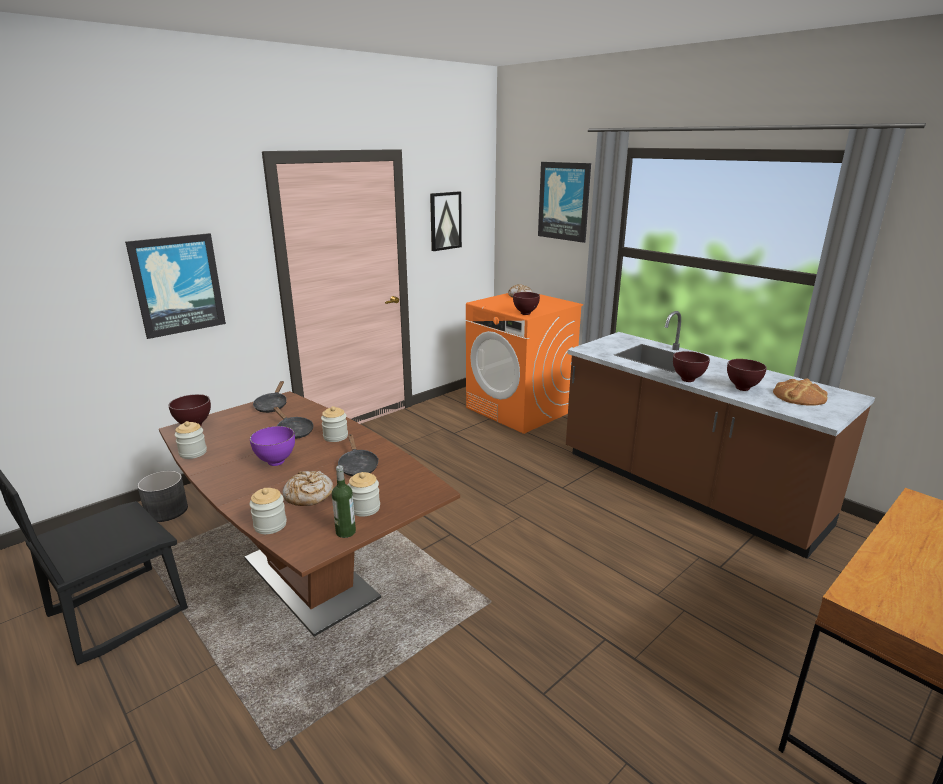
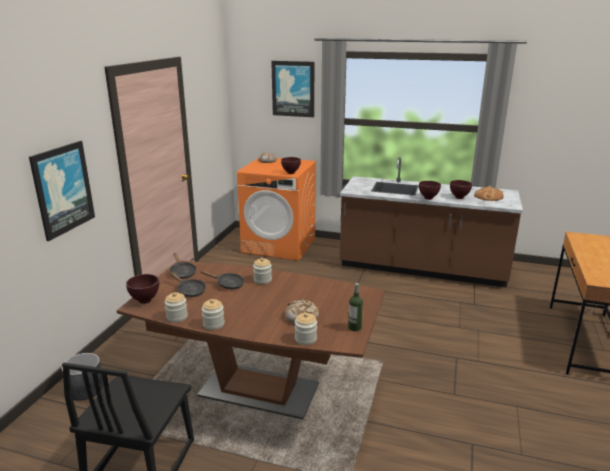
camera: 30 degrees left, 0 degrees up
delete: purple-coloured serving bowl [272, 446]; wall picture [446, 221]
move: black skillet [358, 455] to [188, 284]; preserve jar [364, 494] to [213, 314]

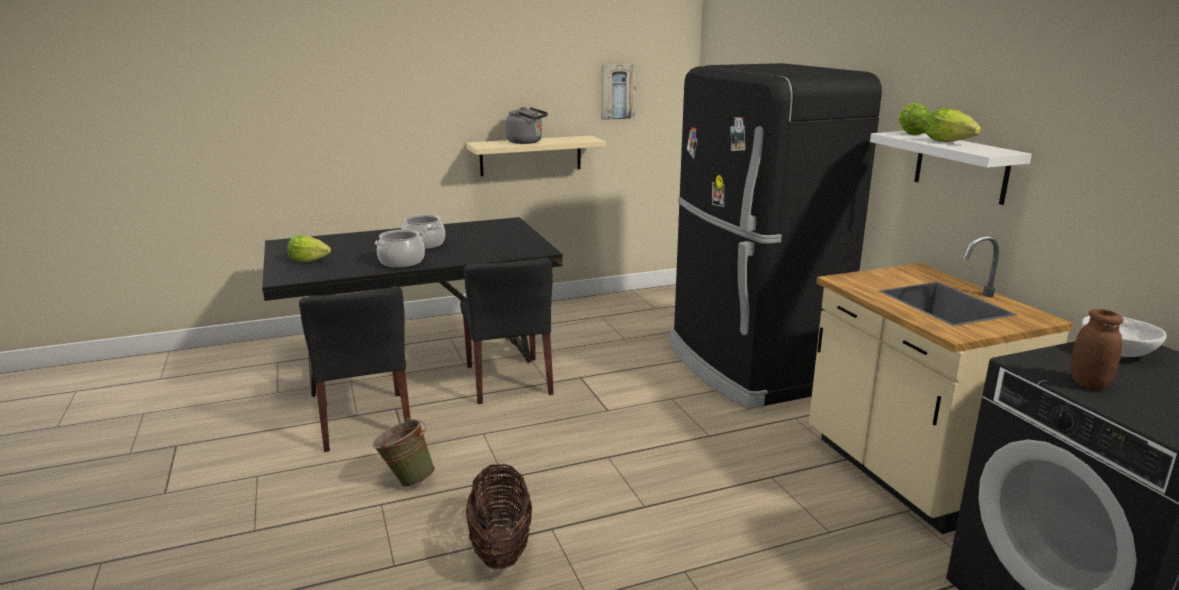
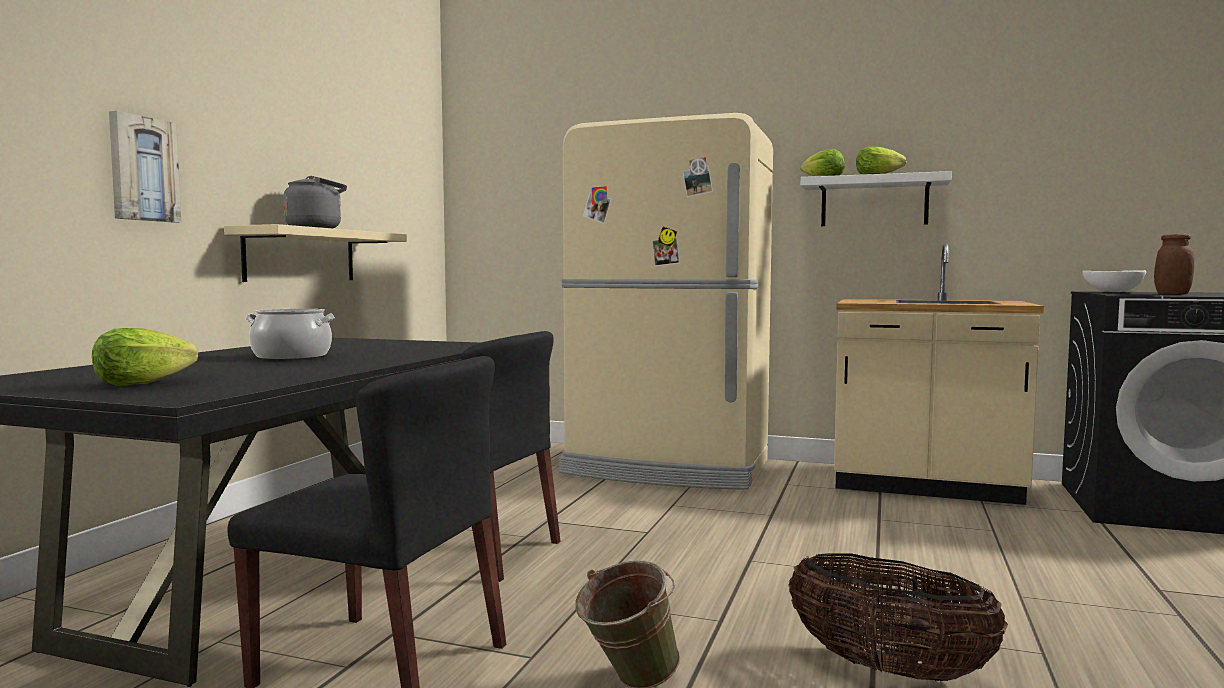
camera: 50 degrees left, 15 degrees down
delete: stockpot [400, 248]
move: wall picture [618, 92] to [145, 167]
recolor: black refrigerator [775, 236] to beige refrigerator [666, 301]

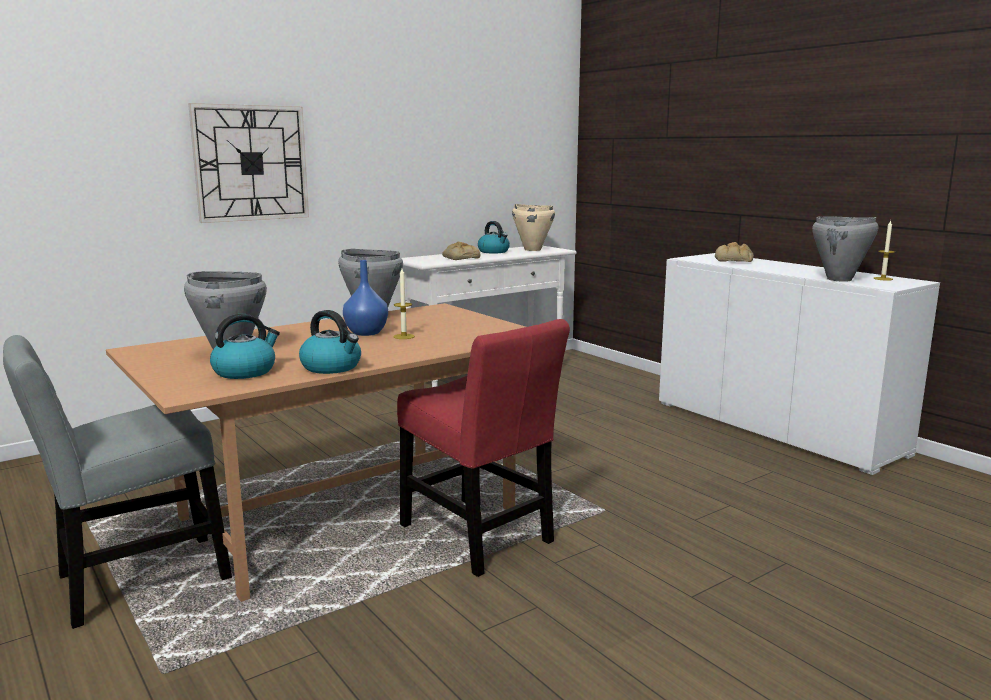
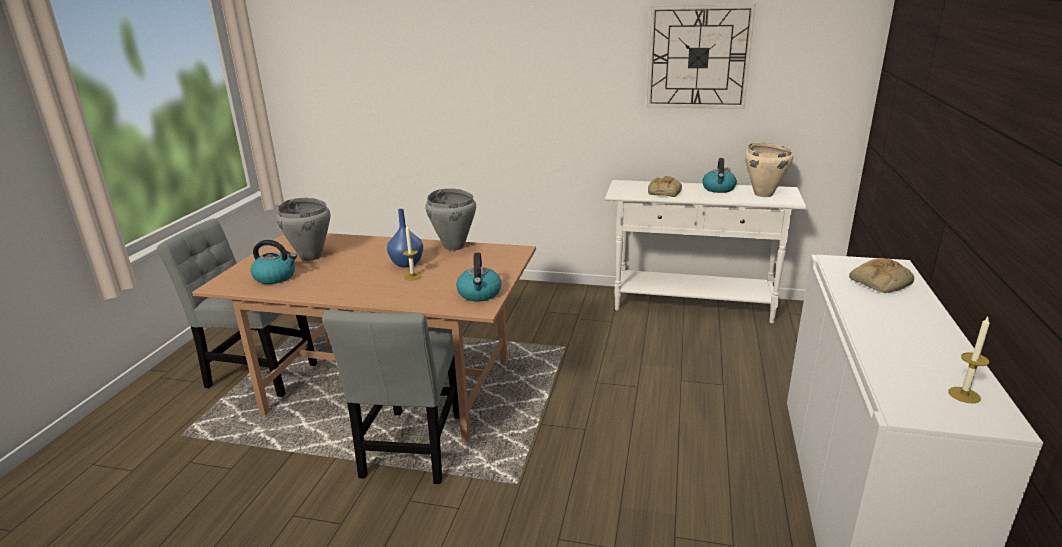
camera: 50 degrees right, 10 degrees up
delete: greyish stockpot [845, 249]
move: tea kettle [330, 342] to [479, 277]; clock on the wall [248, 163] to [701, 56]
recolor: red-coloured plain chair [483, 448] to greyish plain chair [391, 397]

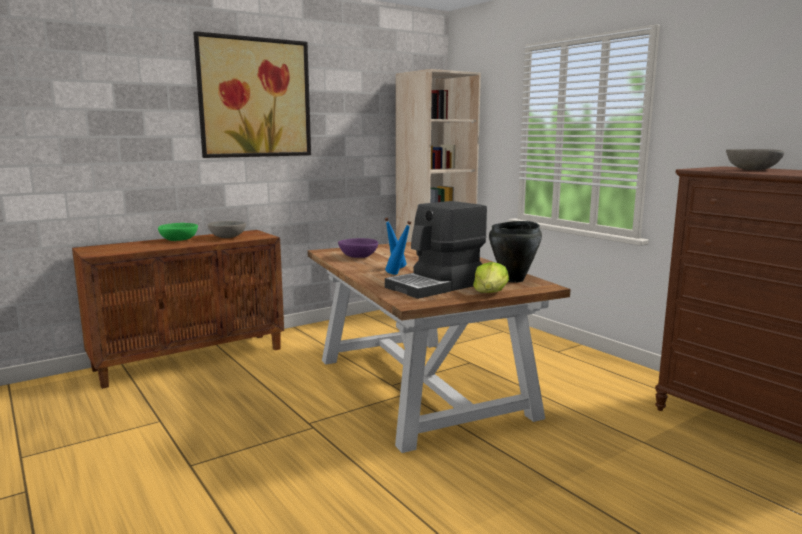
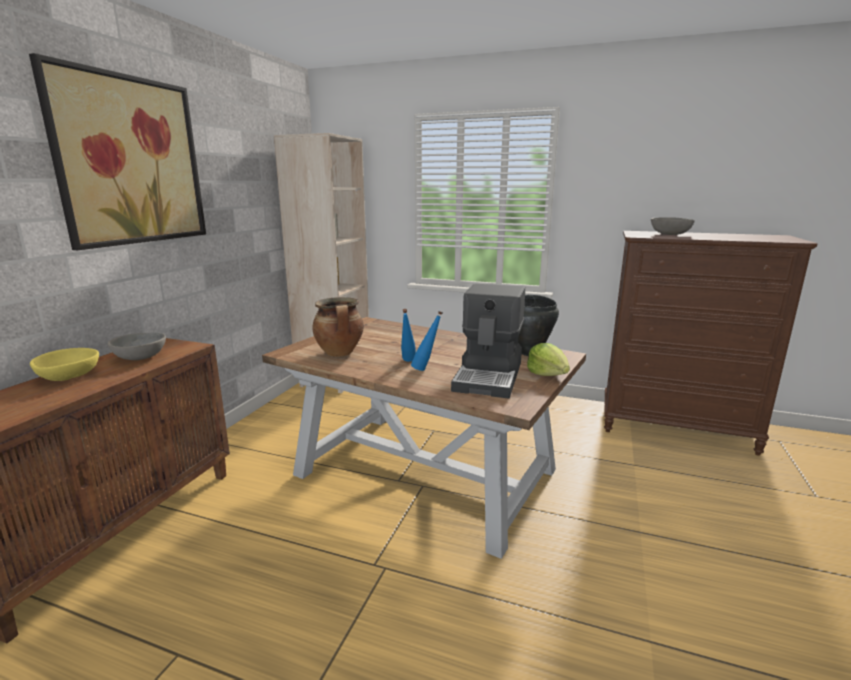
camera: 35 degrees left, 5 degrees up
replace: purple-coloured serving bowl [358, 248] to stockpot [338, 327]
recolor: green serving bowl [178, 232] to yellow serving bowl [64, 364]

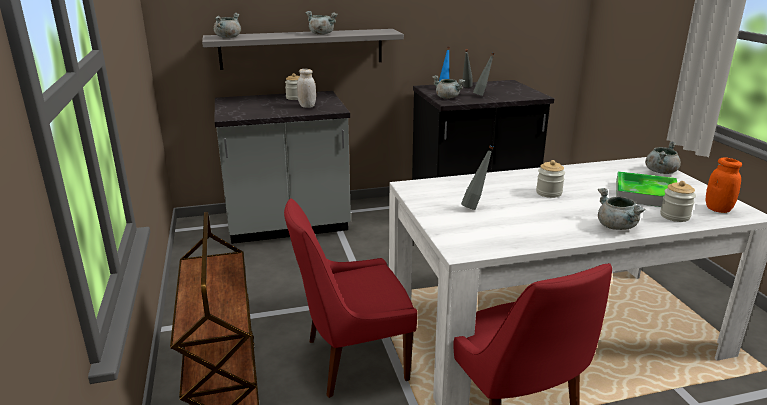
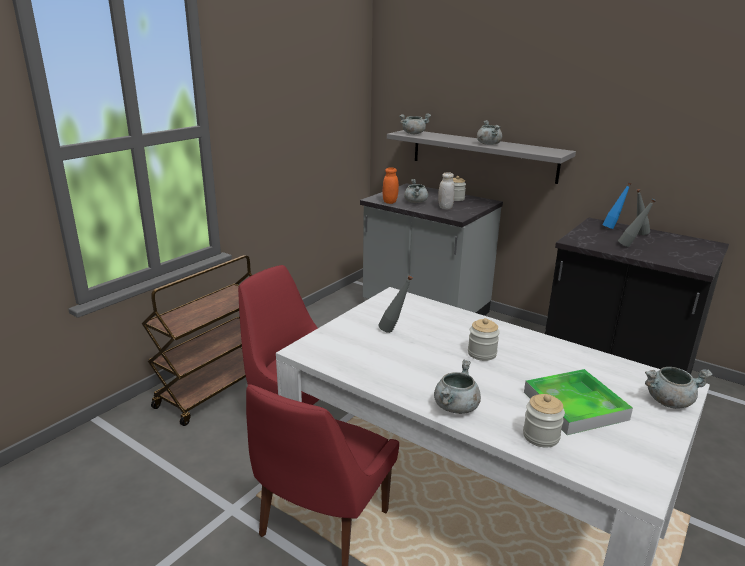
camera: 50 degrees right, 0 degrees up
move: orange-coloured preserve jar [724, 185] to [391, 185]; greyish stockpot [448, 87] to [416, 191]

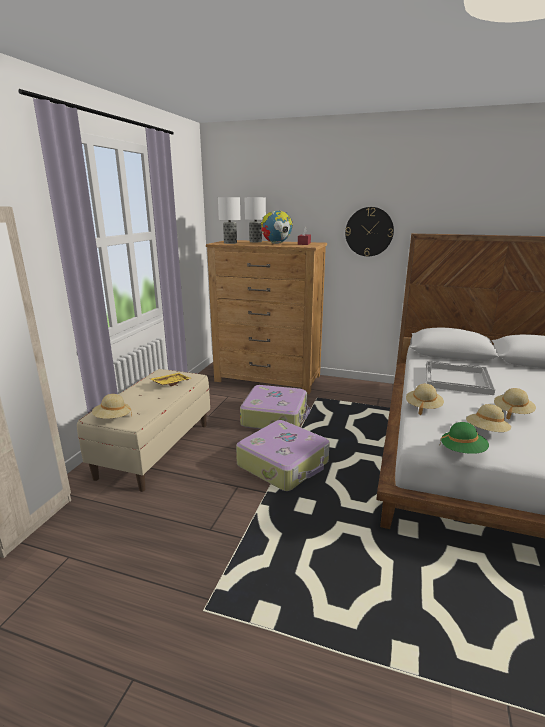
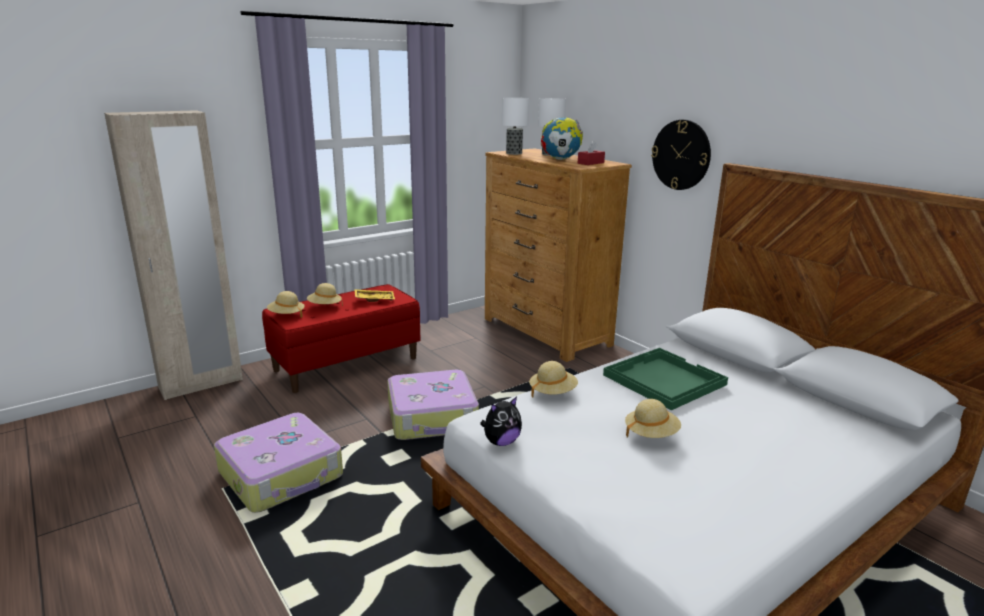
camera: 35 degrees right, 0 degrees up
move: piece of luggage [275, 407] to [278, 463]; beige hat [488, 418] to [325, 294]
replace: green hat [464, 438] to soft toy [501, 421]
recolor: beige long seat [143, 430] to red-coloured long seat [341, 338]; white-coloured carrying tray [460, 378] to green carrying tray [665, 379]

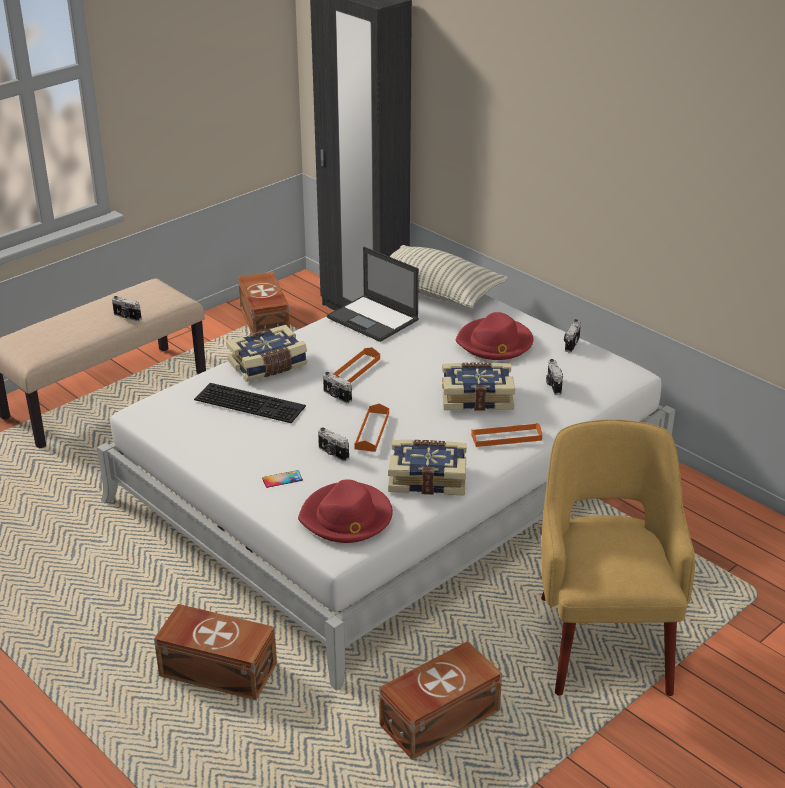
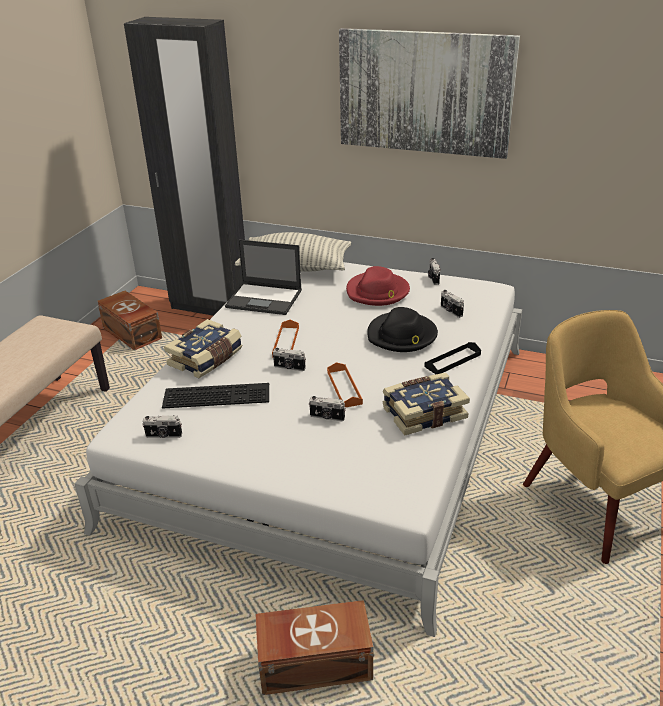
camera: 25 degrees left, 0 degrees up
delete: telephone [282, 479]; red-coloured hat [345, 511]; brownish storage bin [440, 700]
insert: wall picture [429, 93]
move: still camera [127, 308] to [162, 426]
replace: book [478, 386] to black hat [402, 329]
recolor: orange-coloured carrying tray [506, 435] to black carrying tray [452, 358]

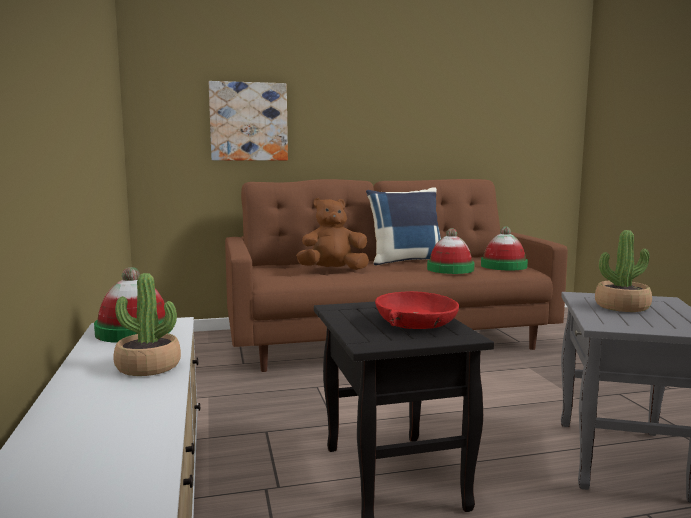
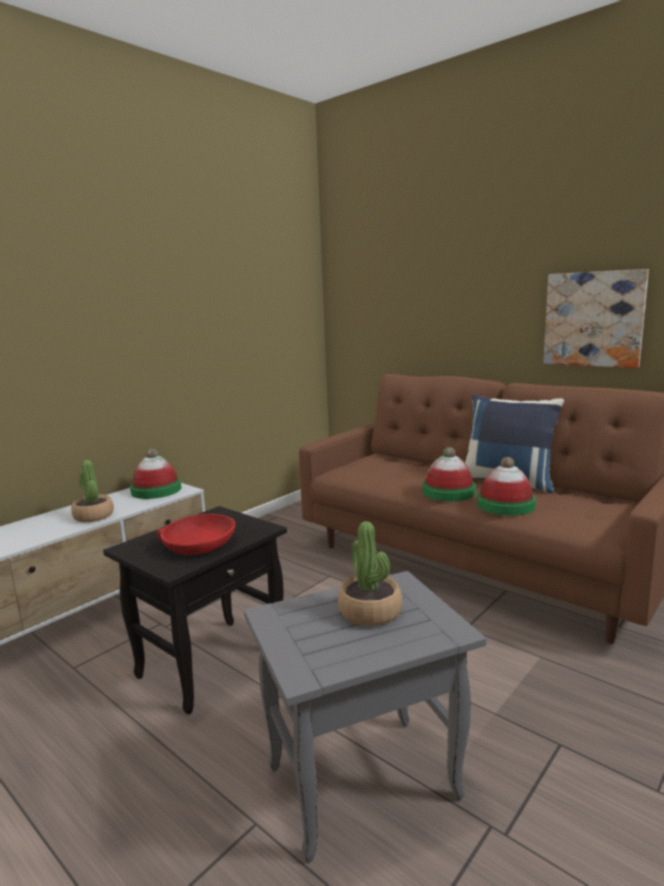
camera: 55 degrees right, 5 degrees up
delete: brownish soft toy [332, 234]
move: hat [504, 248] to [449, 474]; wall picture [248, 121] to [596, 318]

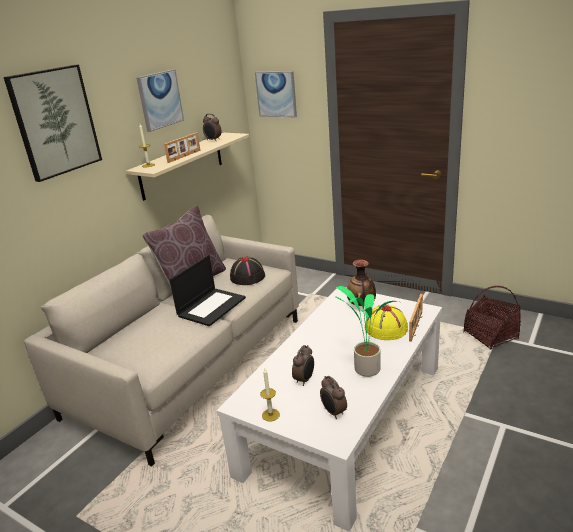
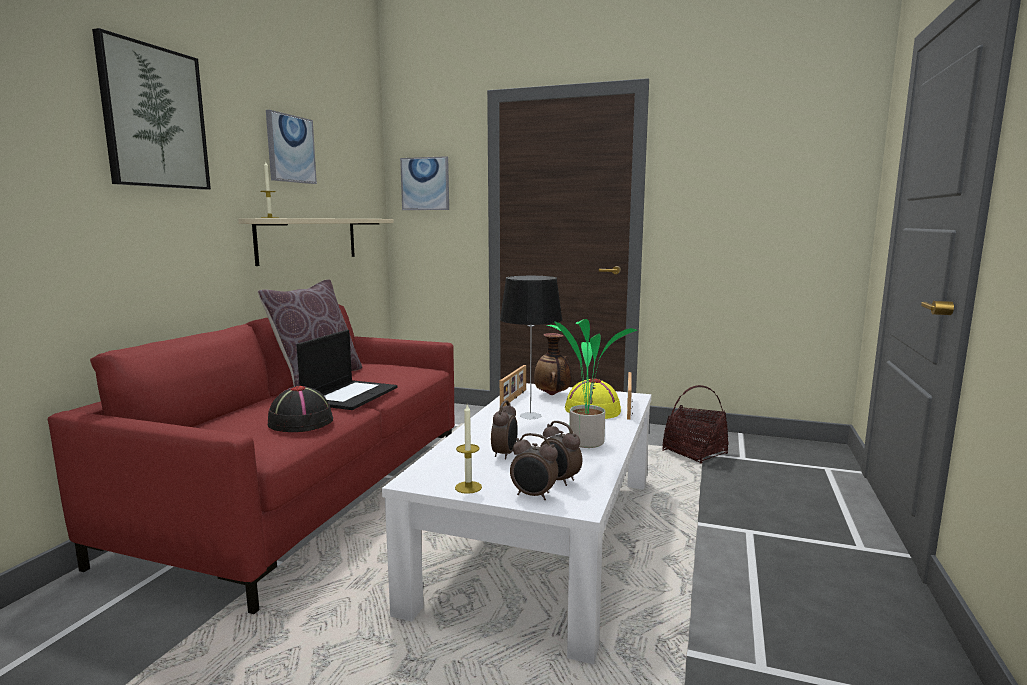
camera: 15 degrees left, 15 degrees down
insert: table lamp [531, 348]
move: black hat [247, 271] to [300, 409]; photo frame [182, 148] to [513, 386]; alarm clock [212, 127] to [534, 466]
recolor: beige sofa [161, 340] to red-coloured sofa [251, 459]

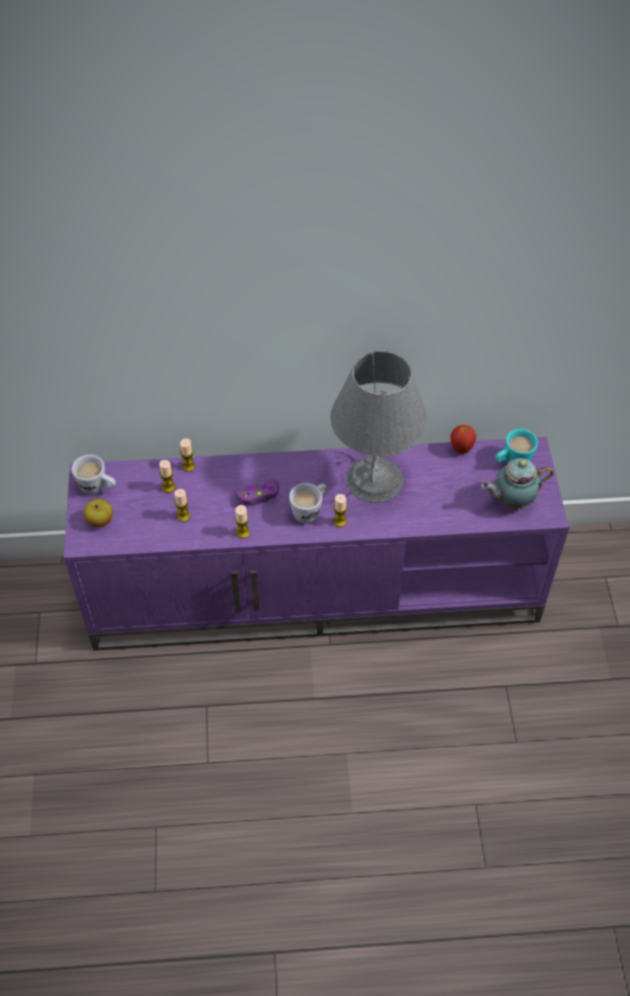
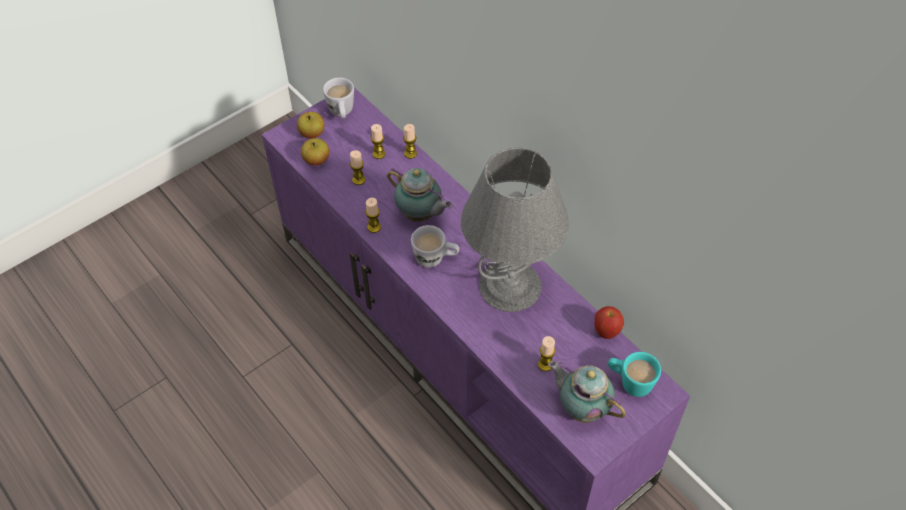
camera: 55 degrees right, 0 degrees up
insert: whole apple [315, 152]
move: wax light [340, 510] to [546, 353]
replace: purple-coloured joypad [256, 492] to teapot [419, 194]

